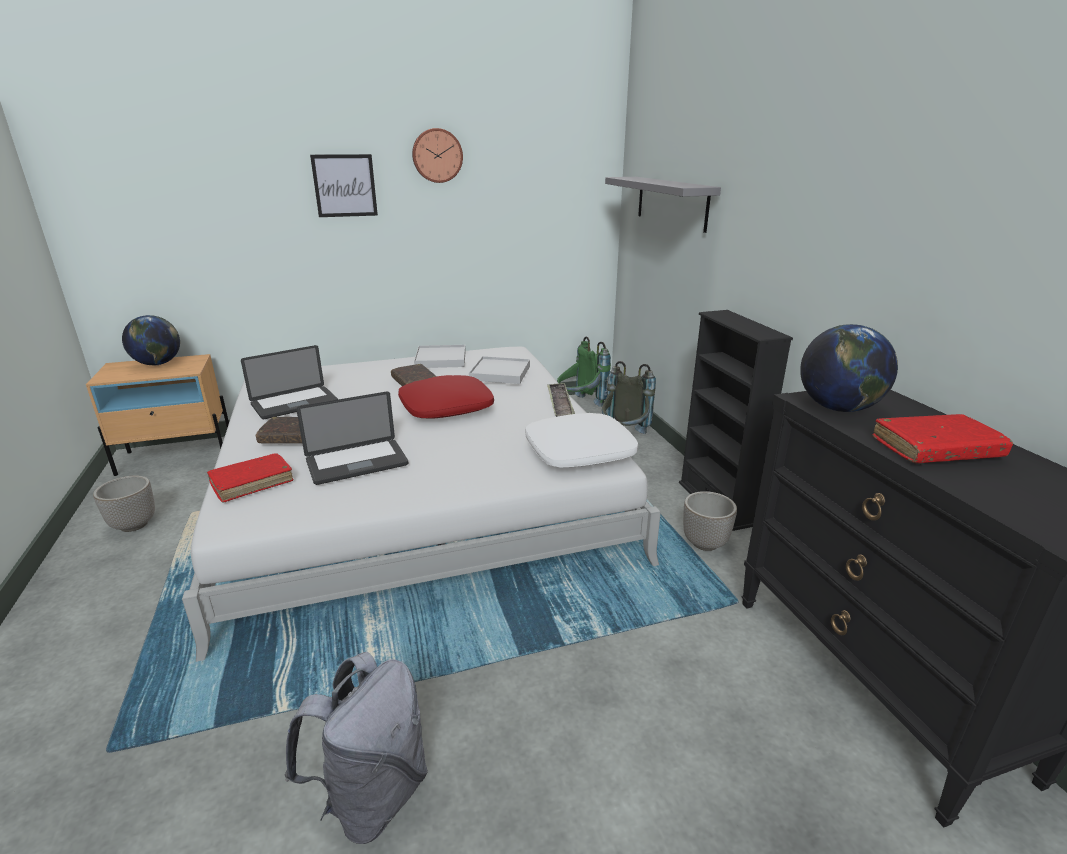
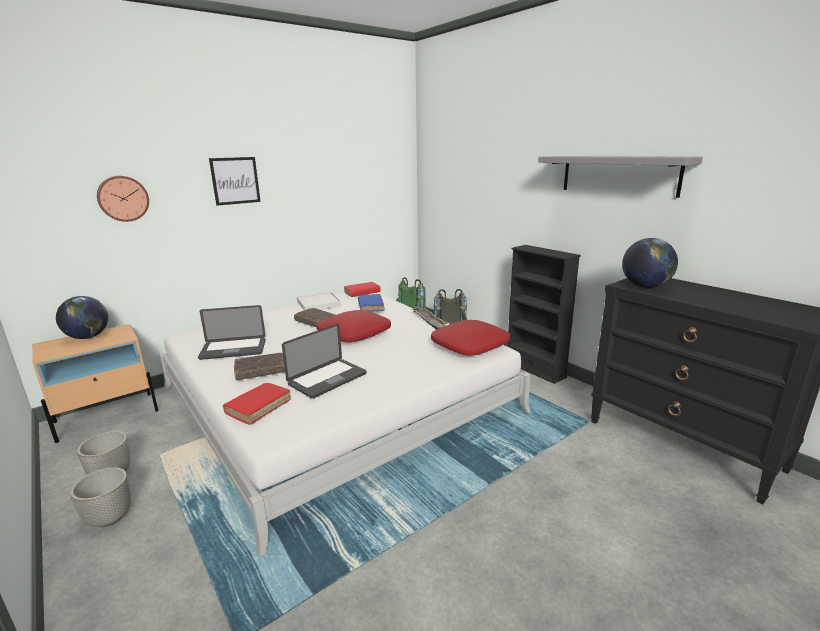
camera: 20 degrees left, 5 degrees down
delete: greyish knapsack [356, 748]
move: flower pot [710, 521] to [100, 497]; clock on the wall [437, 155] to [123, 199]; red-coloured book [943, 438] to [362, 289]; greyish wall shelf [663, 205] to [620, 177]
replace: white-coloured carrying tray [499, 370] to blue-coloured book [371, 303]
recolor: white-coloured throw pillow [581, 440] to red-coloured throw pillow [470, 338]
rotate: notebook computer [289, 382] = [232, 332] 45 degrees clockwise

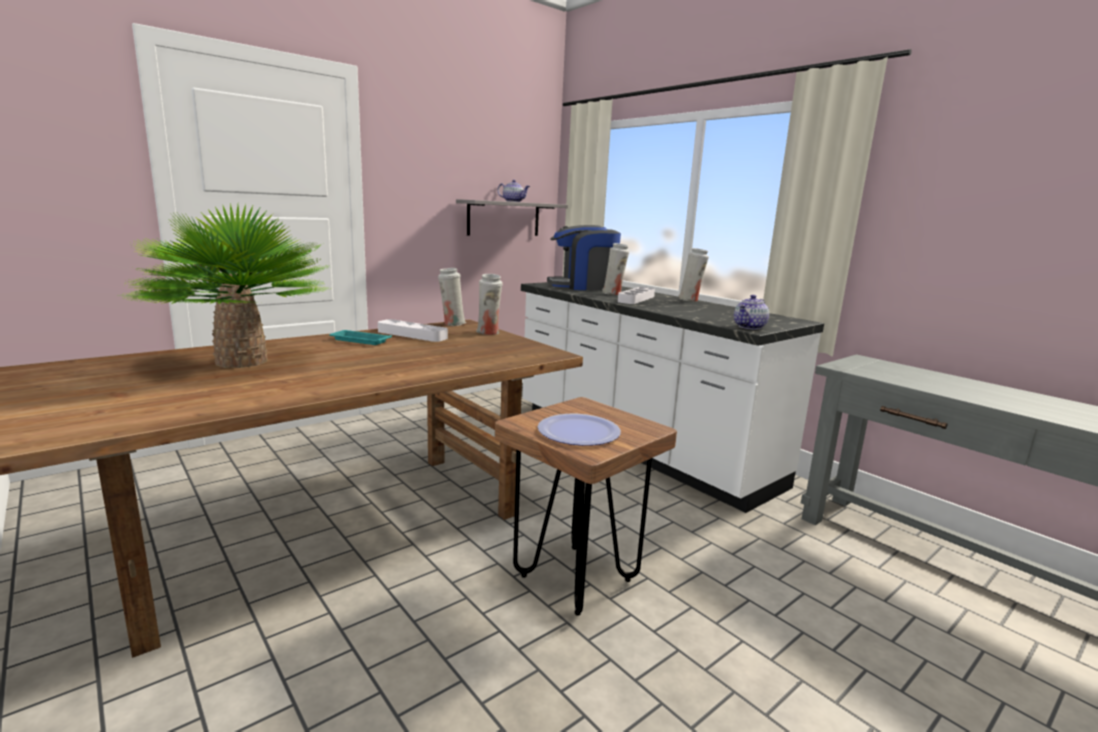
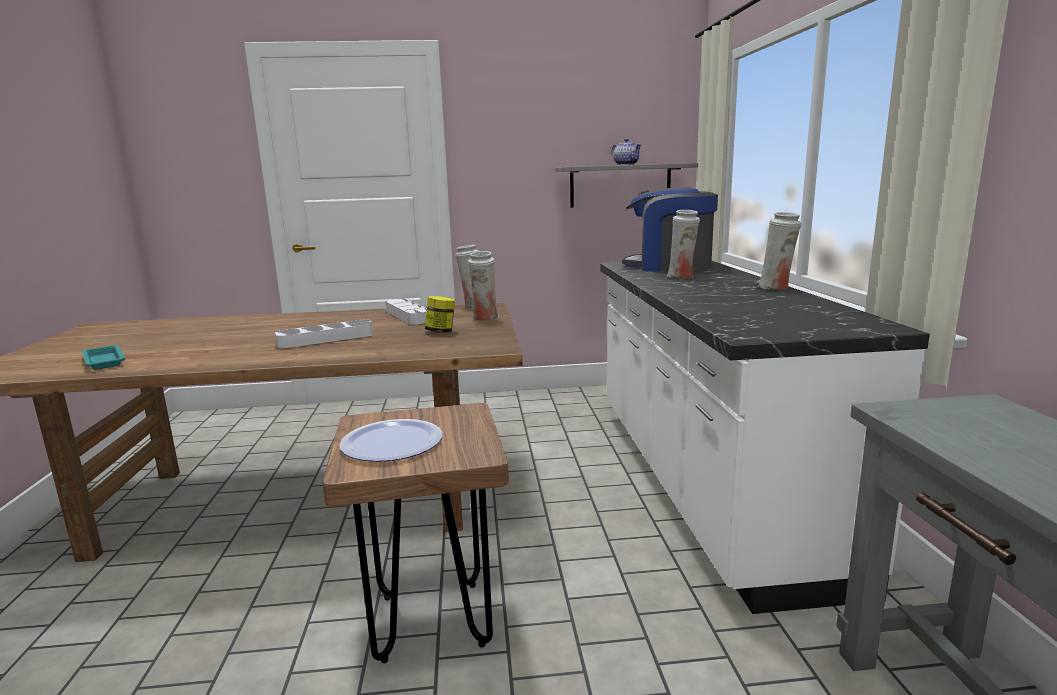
camera: 35 degrees right, 0 degrees up
delete: potted plant [228, 285]; teapot [751, 312]
insert: preserve jar [440, 314]
move: blue-green carrying tray [360, 337] to [103, 357]; white-coloured carrying tray [636, 295] to [324, 334]

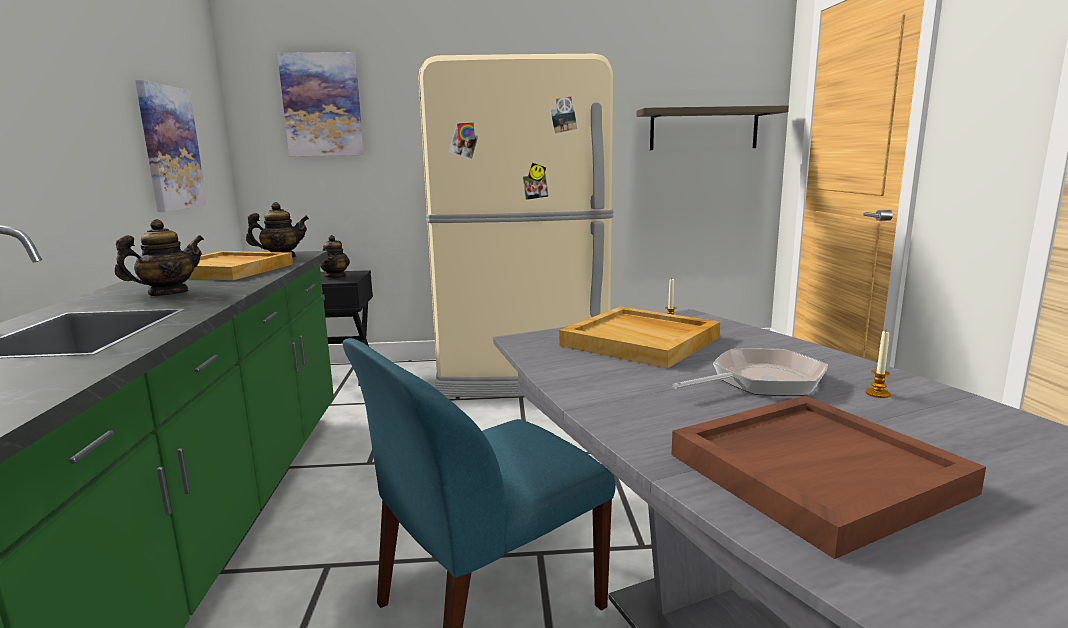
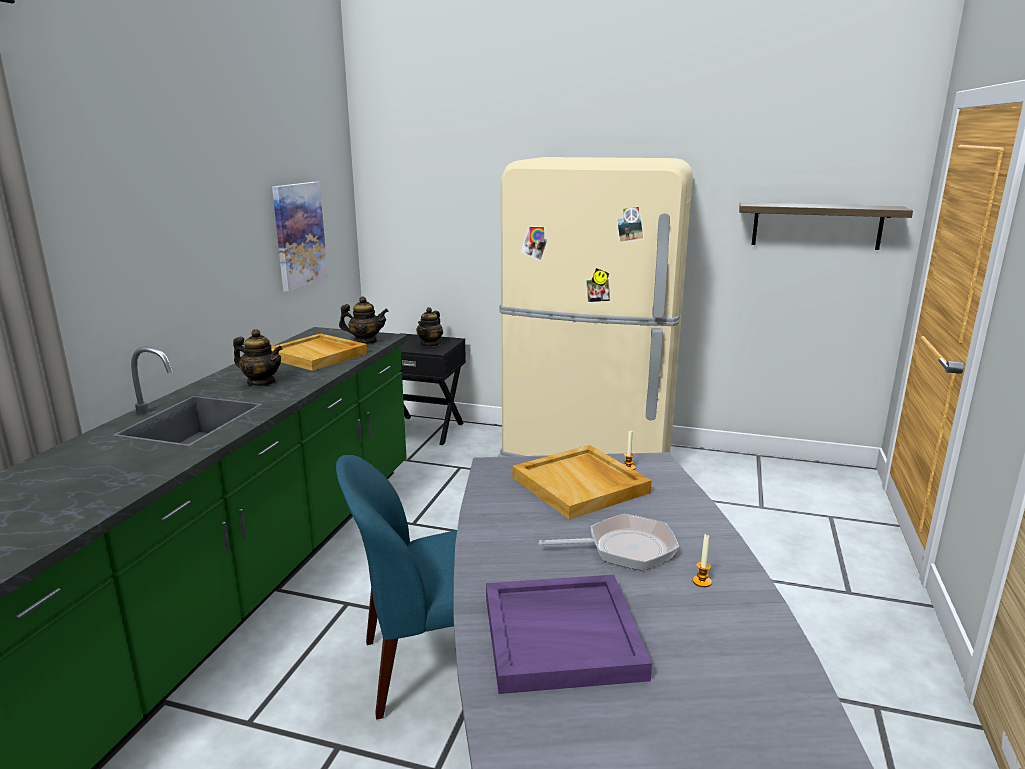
camera: 20 degrees right, 5 degrees up
delete: wall picture [320, 104]
recolor: brownish carrying tray [828, 477] to purple-coloured carrying tray [569, 634]
rotate: teapot [159, 257] = [257, 357] 45 degrees clockwise

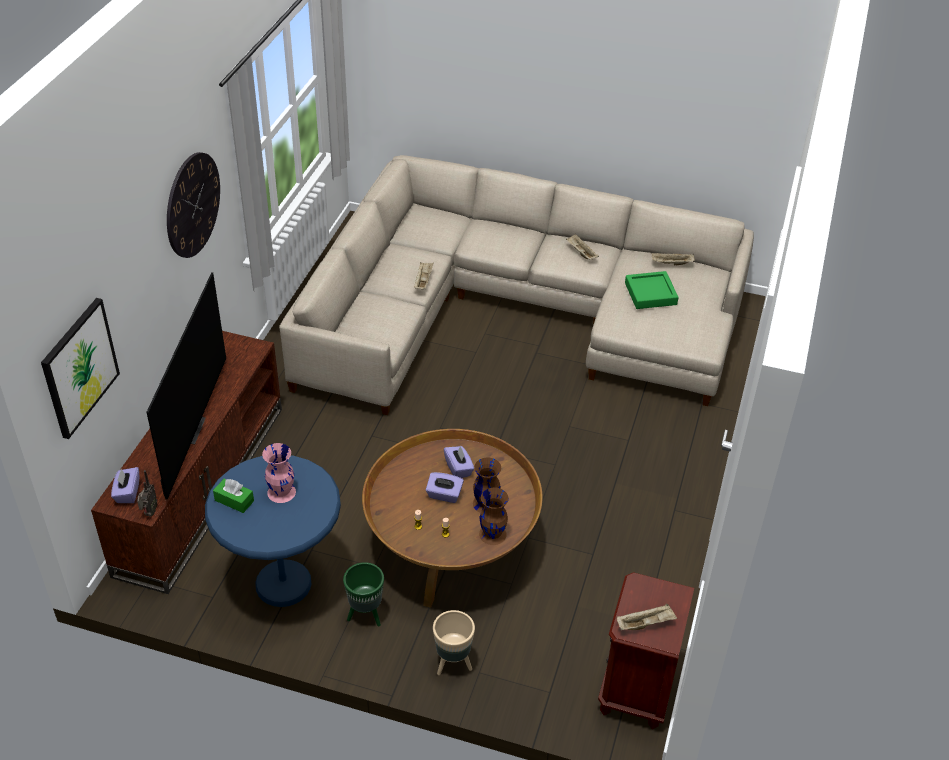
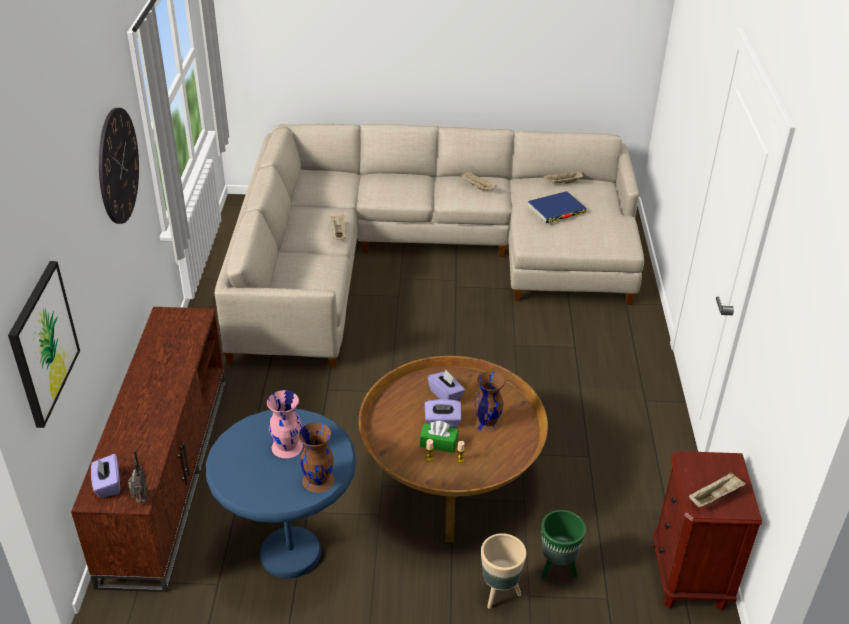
camera: 15 degrees left, 5 degrees down
delete: TV set [186, 386]
move: brownish flower vase [494, 516] to [316, 458]; green tissue holder [233, 496] to [439, 437]; green flower pot [363, 594] to [563, 544]
replace: green carrying tray [652, 290] to blue-coloured book [557, 207]

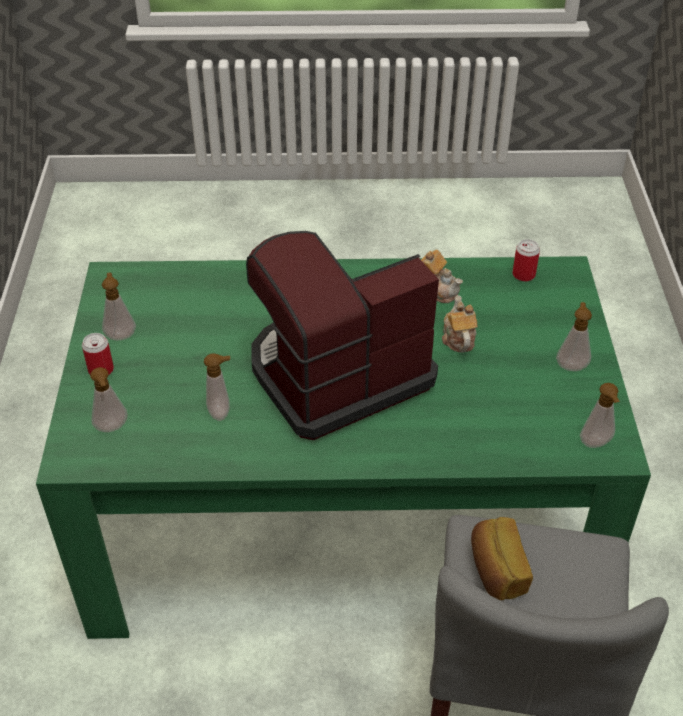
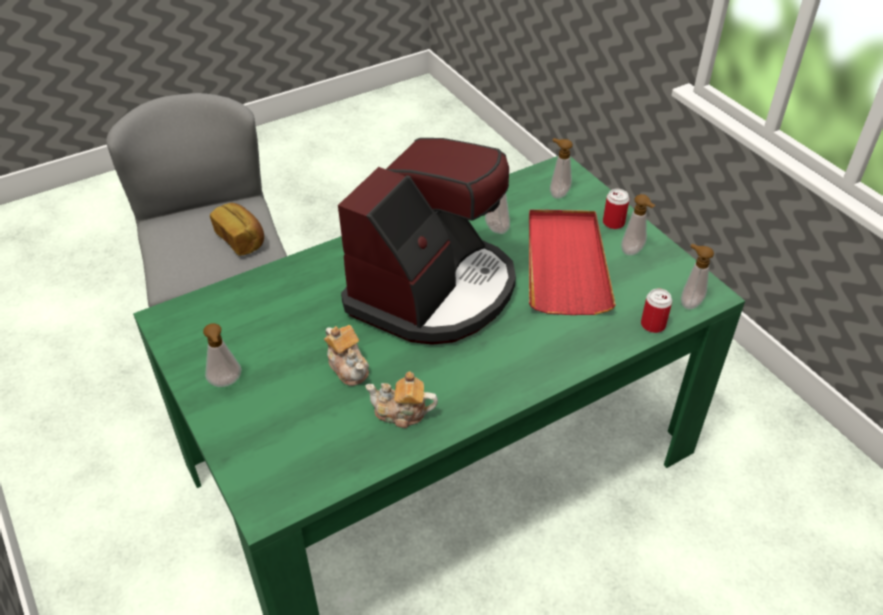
camera: 150 degrees right, 0 degrees up
insert: red-coloured carrying tray [572, 262]
move: sealed can [526, 260] to [656, 310]; soap dispenser [600, 415] to [697, 276]

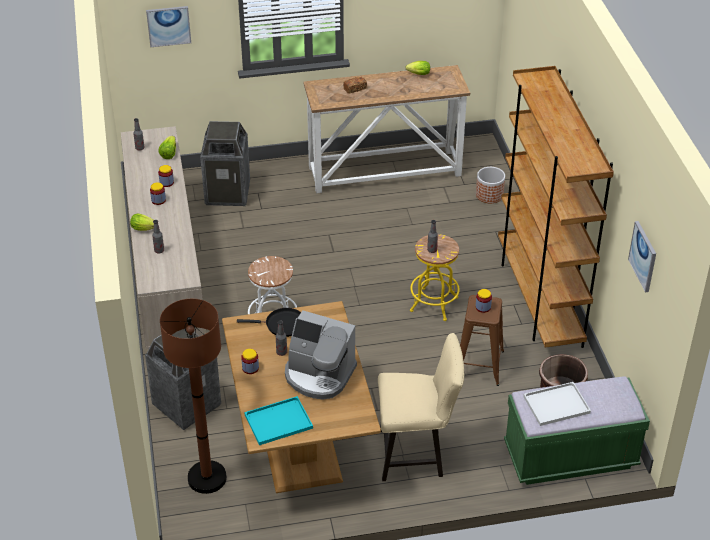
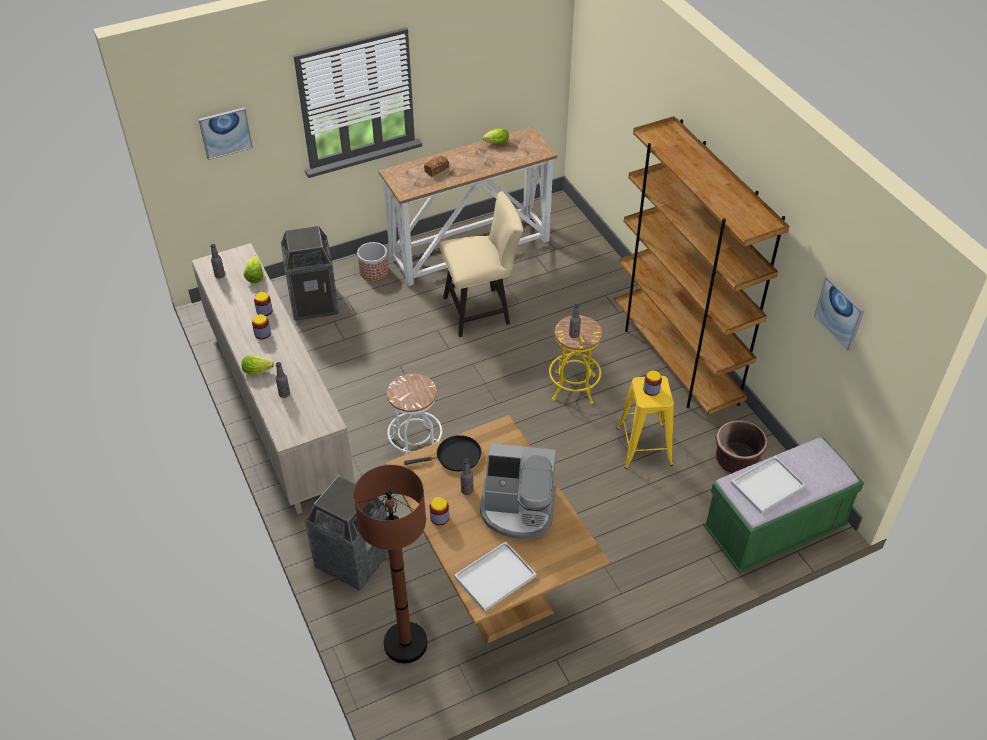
camera: 15 degrees left, 5 degrees up
move: flower pot [490, 185] to [373, 261]; beige plain chair [421, 407] to [481, 264]
recolor: blue-green carrying tray [278, 420] to white-coloured carrying tray [495, 576]; brownish stool [482, 340] to yellow stool [645, 422]

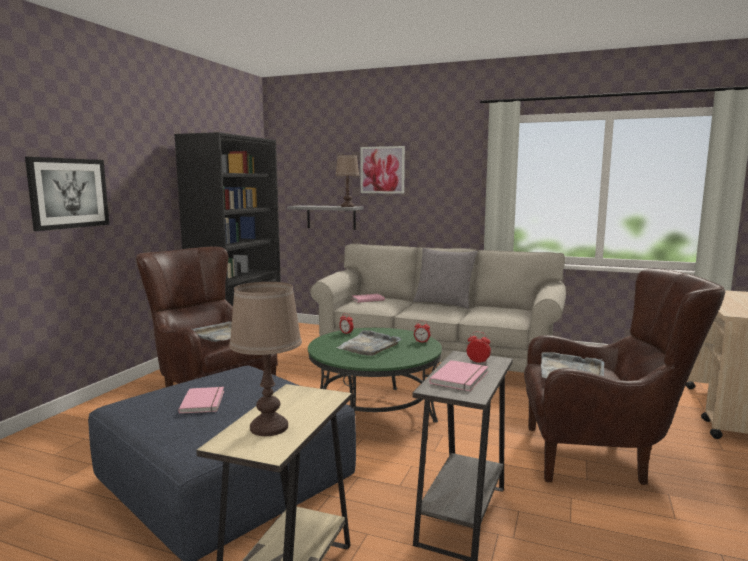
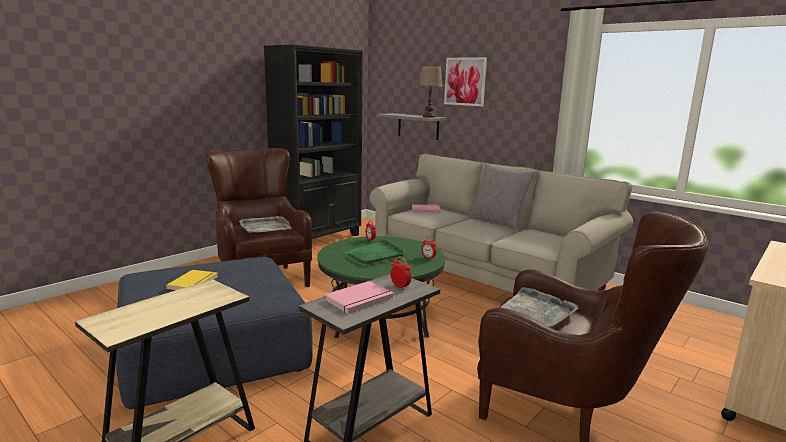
camera: 20 degrees right, 5 degrees up
delete: wall picture [67, 194]; brownish table lamp [265, 359]
recolor: pink book [201, 400] to yellow book [192, 280]; greyish carrying tray [368, 343] to green carrying tray [375, 251]

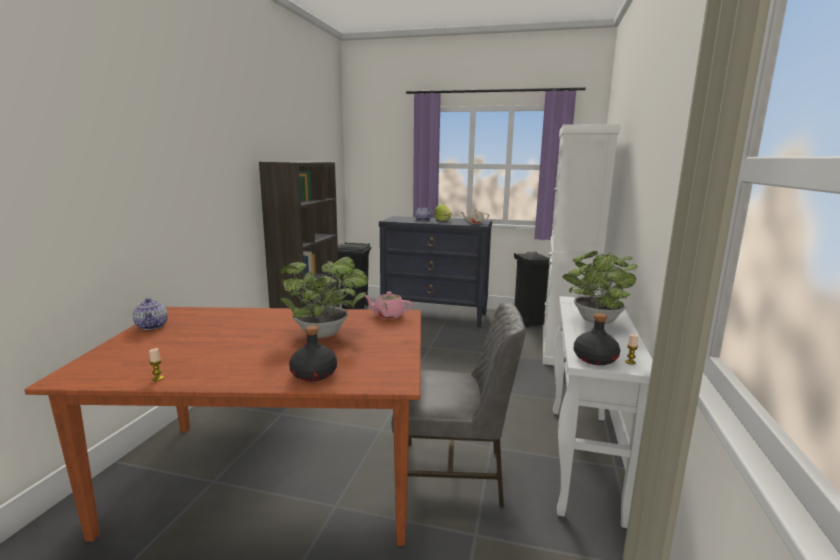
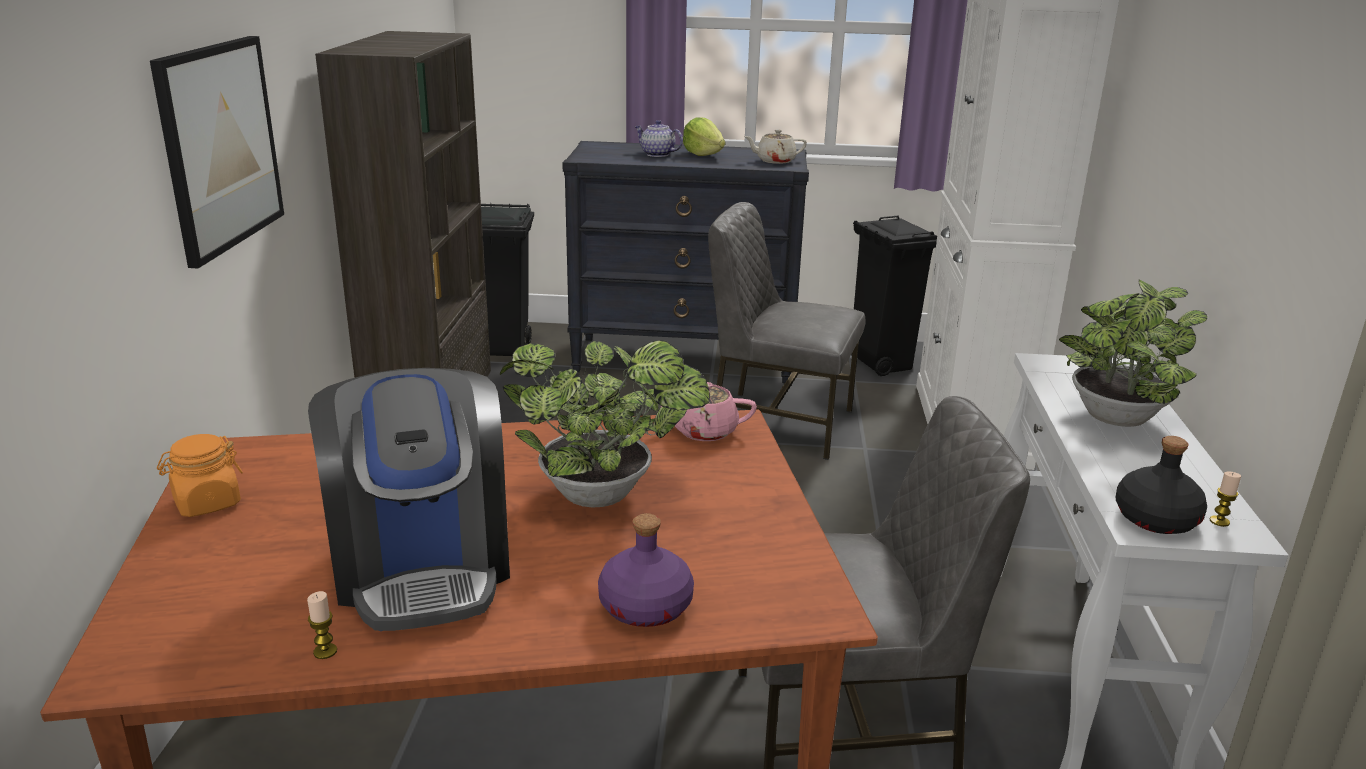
camera: 10 degrees left, 10 degrees up
insert: wall picture [217, 152]; coffee machine [409, 499]; greyish plain chair [787, 331]
replace: teapot [150, 314] to orange-coloured preserve jar [200, 475]
recolor: black bottle [313, 353] to purple-coloured bottle [646, 570]

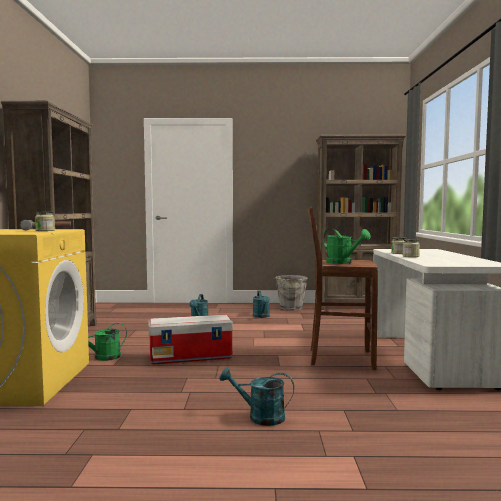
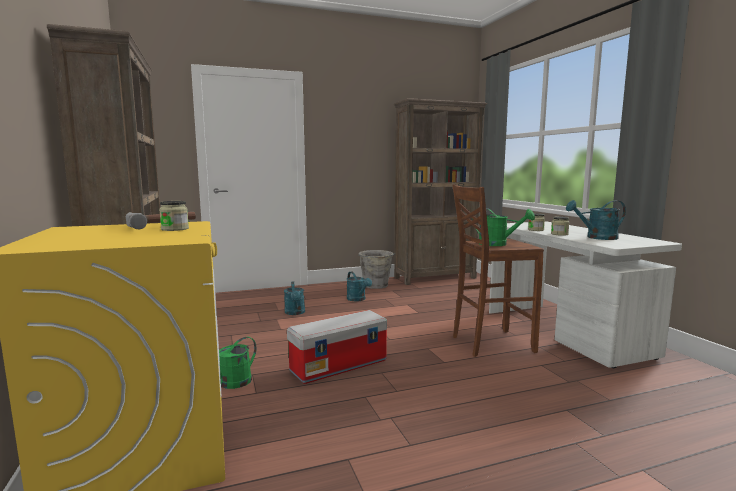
camera: 20 degrees left, 5 degrees up
move: blue-green sprinkling can [257, 397] to [596, 220]

